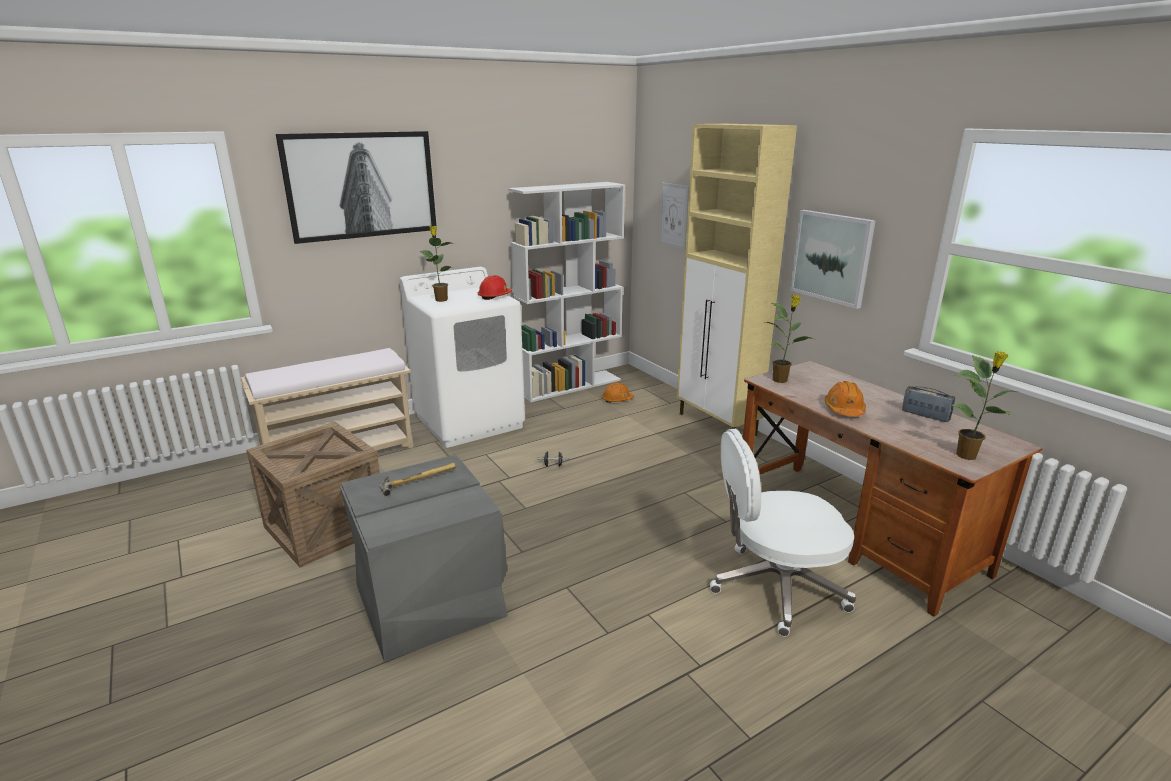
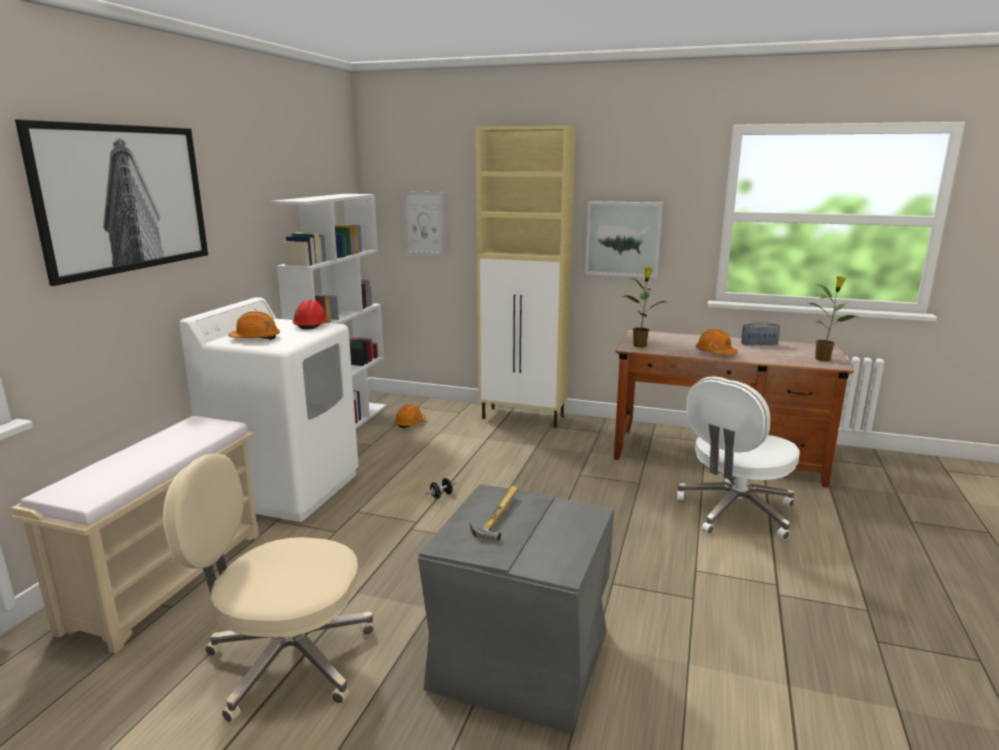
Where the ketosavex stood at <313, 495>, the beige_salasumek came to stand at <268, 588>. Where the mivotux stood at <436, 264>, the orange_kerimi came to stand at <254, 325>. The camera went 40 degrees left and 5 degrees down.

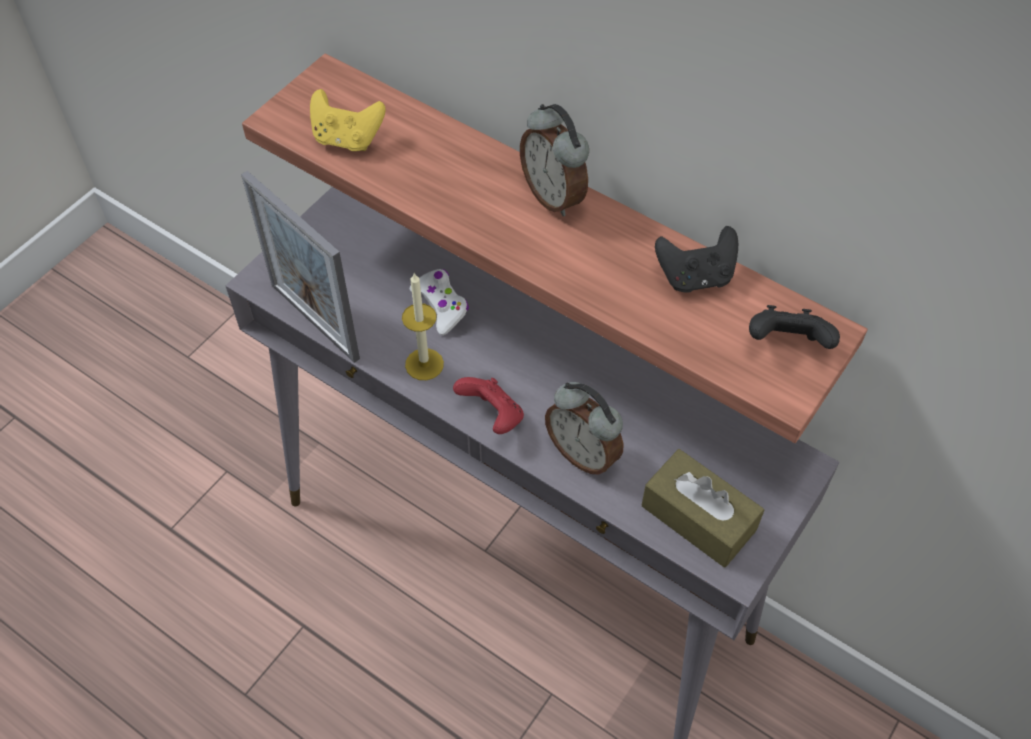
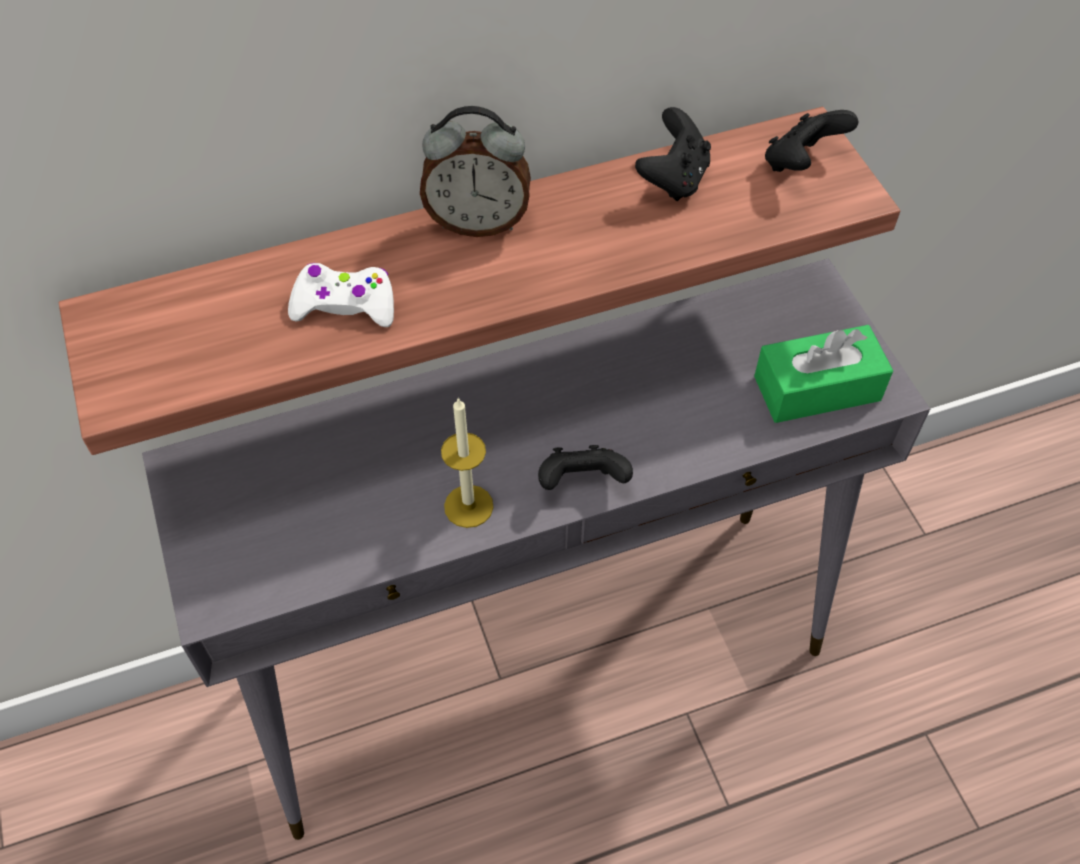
The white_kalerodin ended up elsewhere, having gone from <439, 302> to <341, 295>. What was the red_kalerodin at <488, 405> turned into the black_kalerodin at <585, 467>. What was the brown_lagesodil at <703, 508> turned into the green_lagesodil at <823, 374>. The second view lost the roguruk at <300, 267>. The second view lost the yellow_kalerodin at <348, 120>. The second view lost the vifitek at <584, 428>. The camera went 55 degrees left and 0 degrees up.

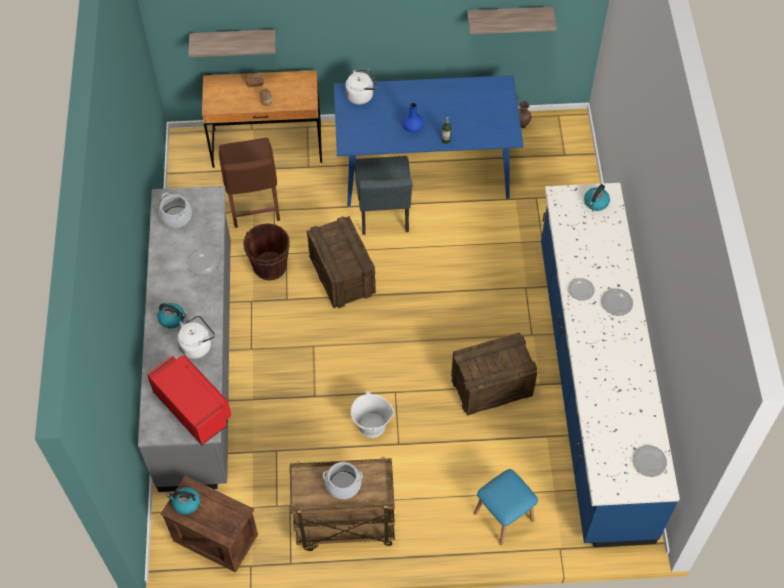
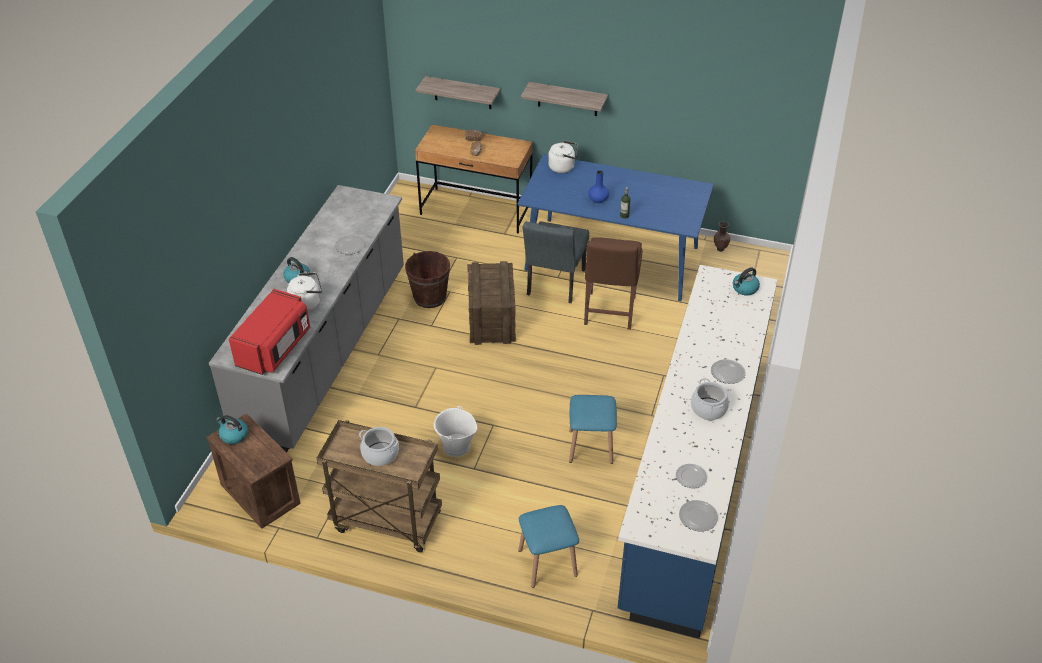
The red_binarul at <189, 400> ended up facing another way, 45 degrees clockwise from before. The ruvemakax ended up elsewhere, having gone from <512, 20> to <564, 99>. Where the ketosavex stood at <494, 374>, the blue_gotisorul came to stand at <593, 429>. The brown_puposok ended up elsewhere, having gone from <249, 183> to <613, 283>. The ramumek ended up elsewhere, having gone from <581, 289> to <691, 476>. The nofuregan ended up elsewhere, having gone from <175, 210> to <710, 399>. The camera went 20 degrees right and 15 degrees down.

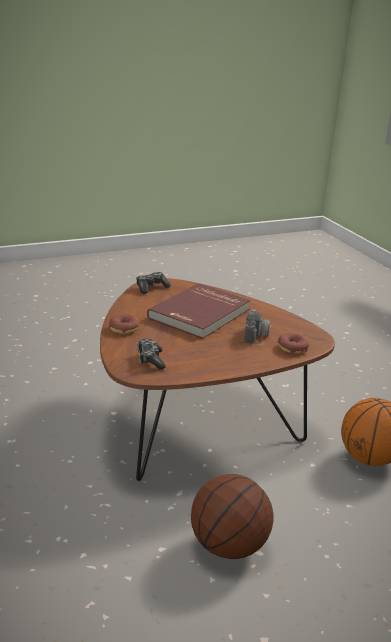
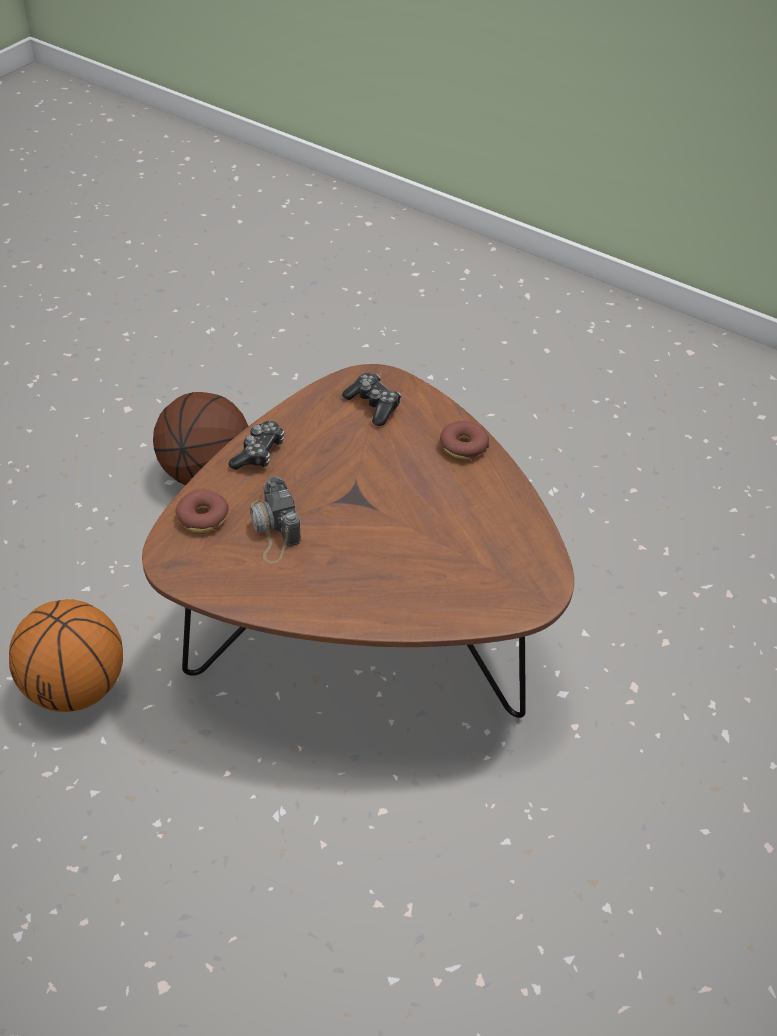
The kalerodin ended up elsewhere, having gone from <153, 283> to <256, 445>. The second view lost the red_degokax at <199, 311>. The camera went 150 degrees right and 20 degrees up.

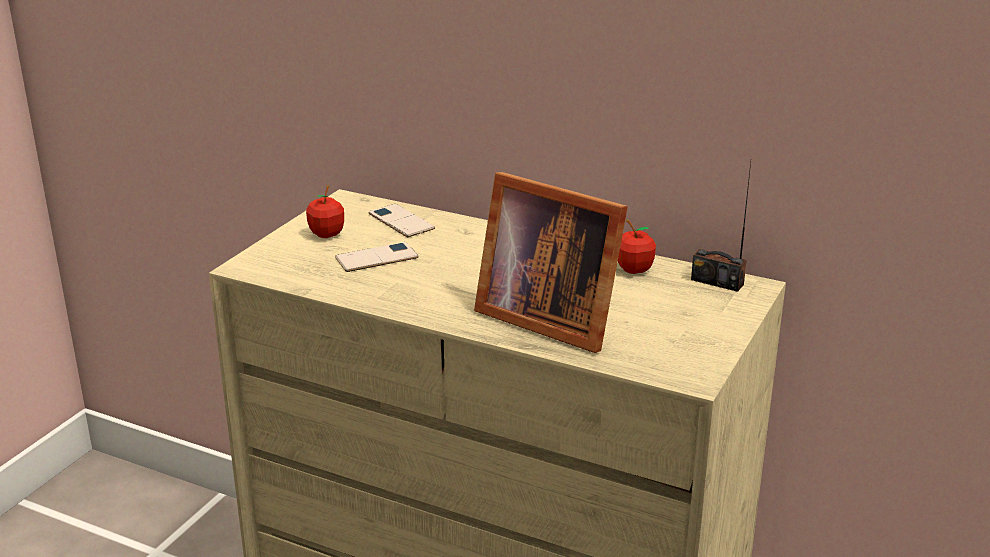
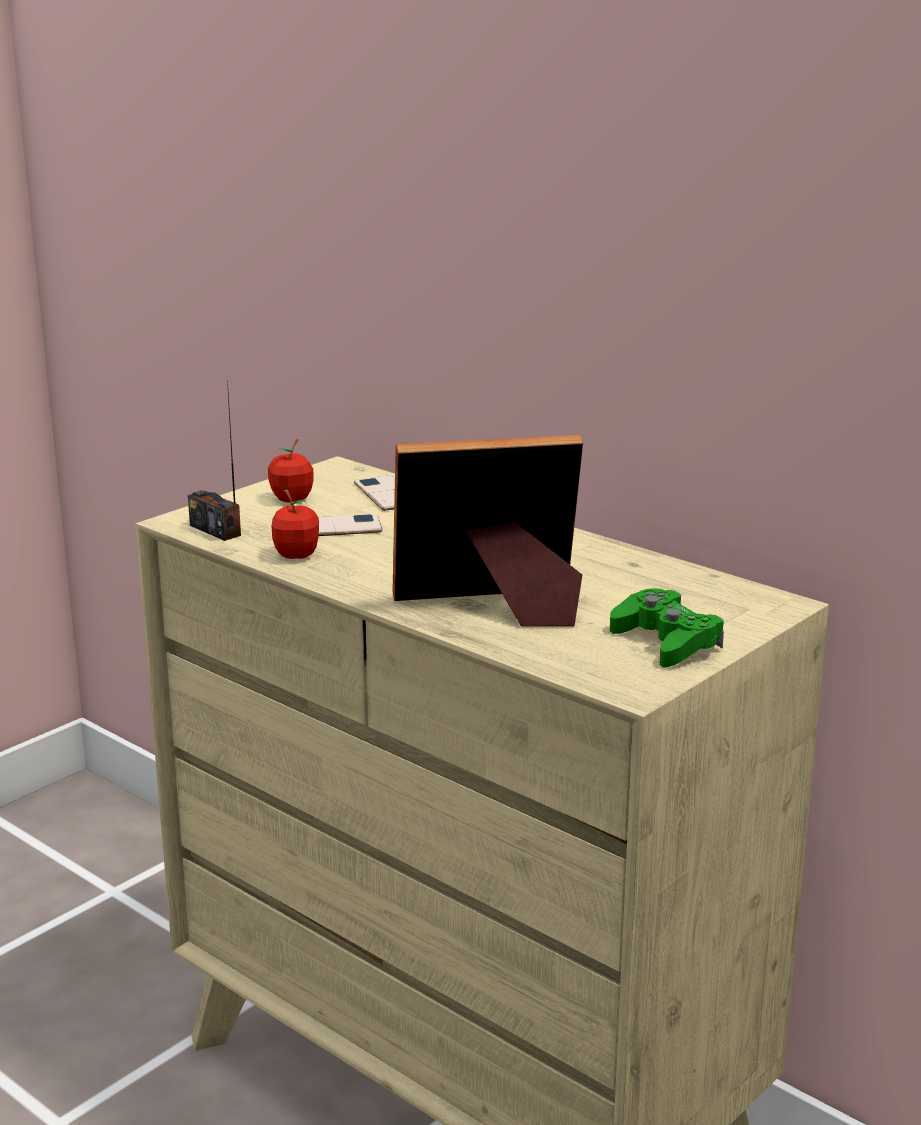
The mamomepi ended up elsewhere, having gone from <721, 227> to <214, 461>. The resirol ended up elsewhere, having gone from <637, 246> to <295, 524>. The roguruk at <551, 262> ended up facing another way, 120 degrees clockwise from before. The second view gained the green_kalerodin at <667, 627>. The camera went 15 degrees right and 5 degrees down.

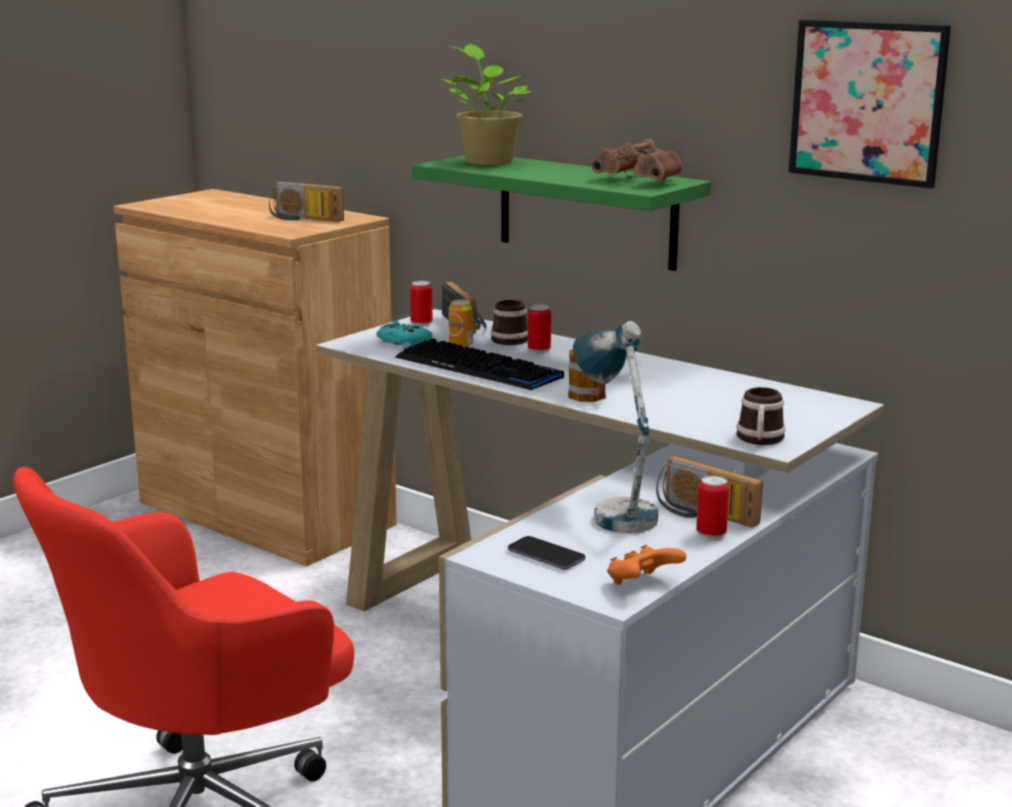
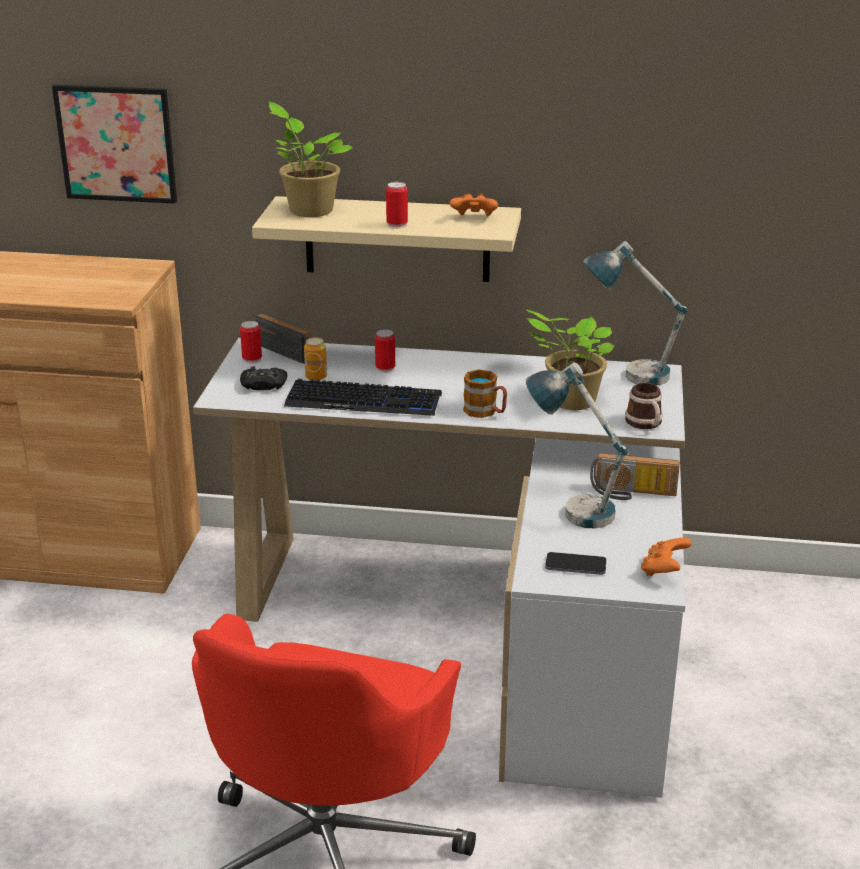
The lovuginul ended up elsewhere, having gone from <870, 104> to <114, 144>. What was the turquoise_kalerodin at <405, 332> turned into the black_kalerodin at <263, 378>. What was the green_ruvemakax at <561, 213> turned into the beige_ruvemakax at <386, 239>. The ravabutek ended up elsewhere, having gone from <713, 507> to <397, 205>. Where the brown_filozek stood at <637, 159>, the orange_kalerodin came to stand at <473, 205>. The second view gained the mivotux at <570, 360>. The second view gained the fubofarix at <635, 313>. The second view lost the mamomepi at <306, 202>. The second view lost the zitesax at <509, 322>. The camera went 30 degrees left and 10 degrees up.

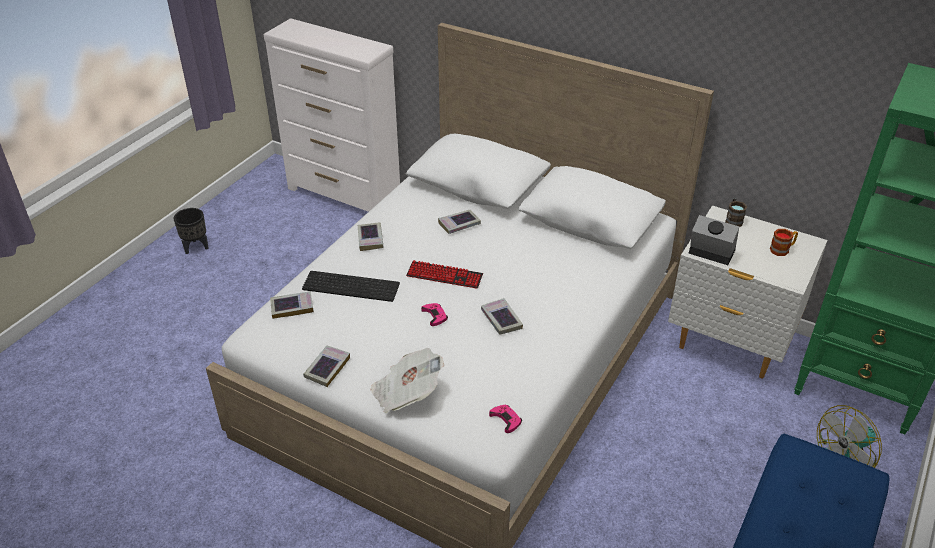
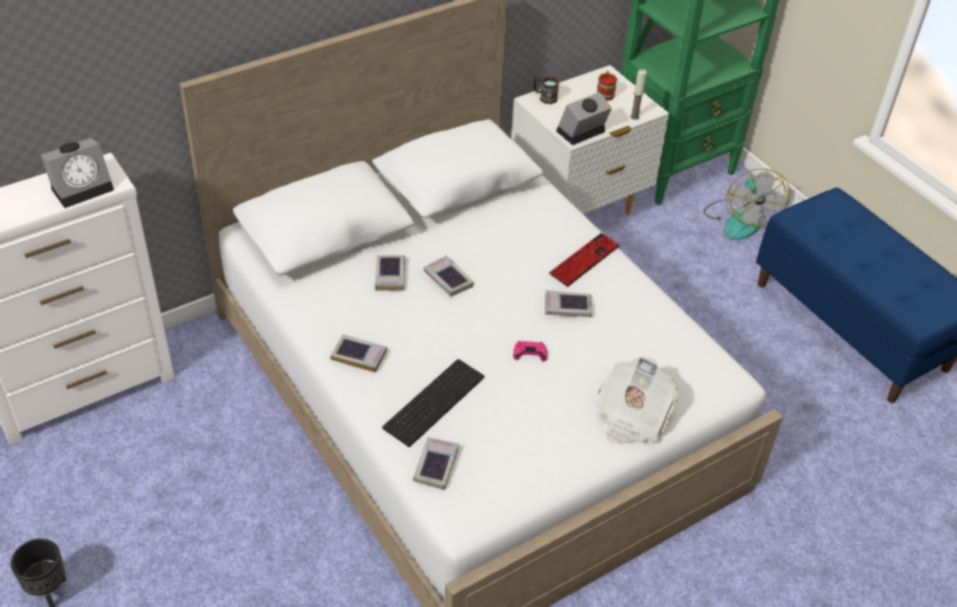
The second view gained the vifitek at <77, 173>. The degokax ended up elsewhere, having gone from <326, 366> to <448, 276>. The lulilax ended up elsewhere, having gone from <444, 274> to <584, 260>. The second view gained the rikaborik at <638, 94>. The second view lost the pink_kalerodin at <505, 418>. The camera went 65 degrees left and 5 degrees up.

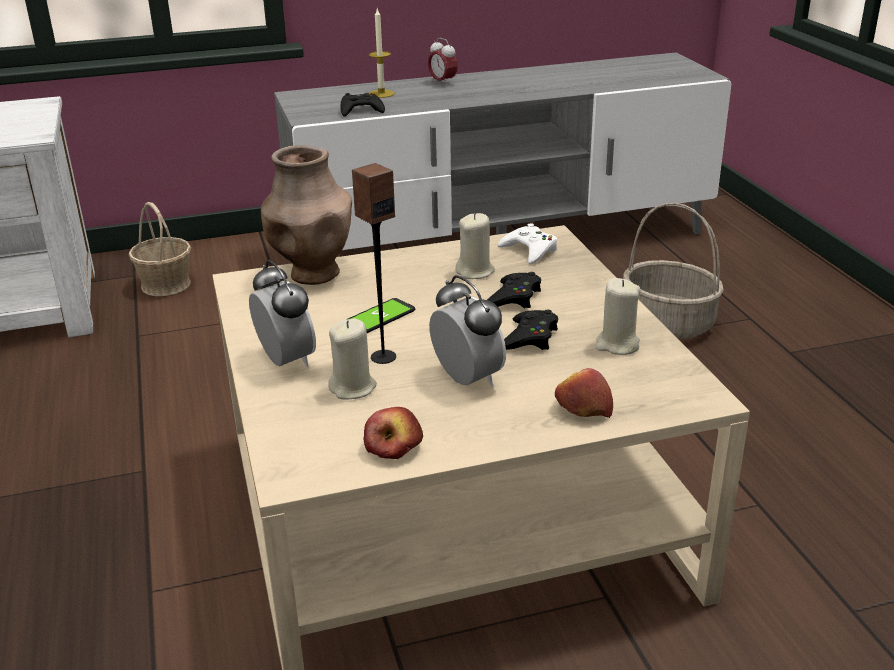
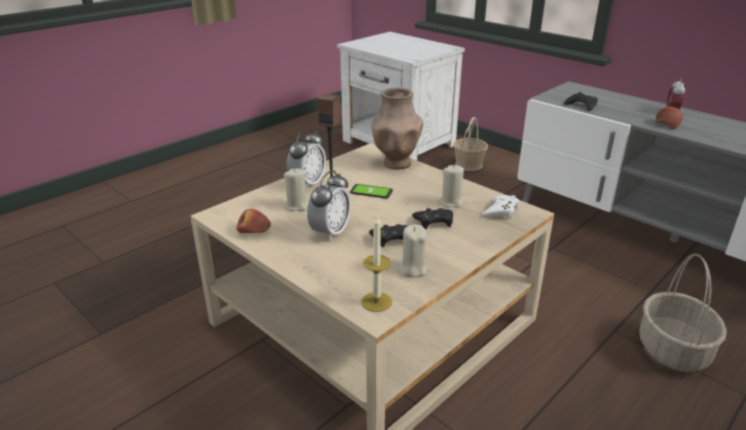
The rikaborik ended up elsewhere, having gone from <381, 53> to <376, 264>. The resirol ended up elsewhere, having gone from <584, 393> to <669, 117>. The camera went 60 degrees right and 0 degrees up.

